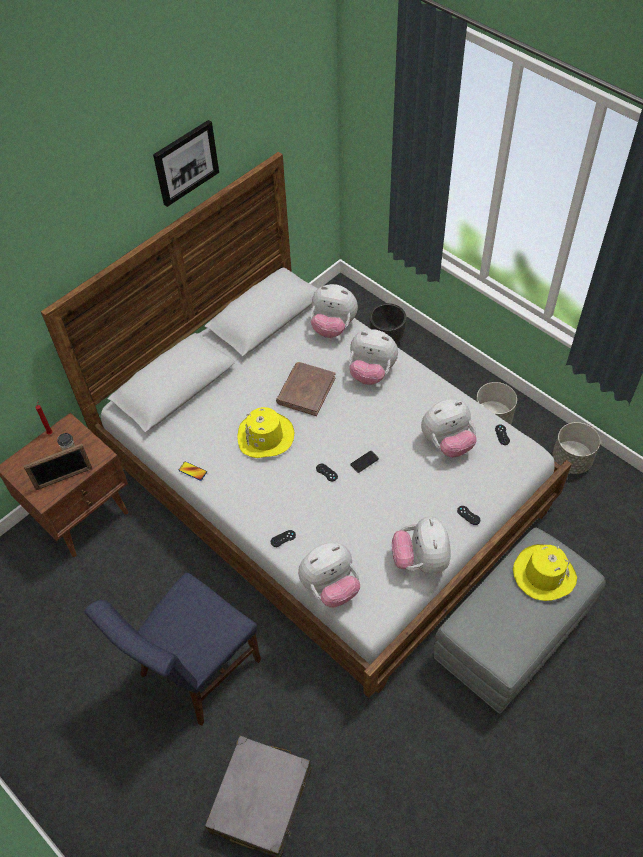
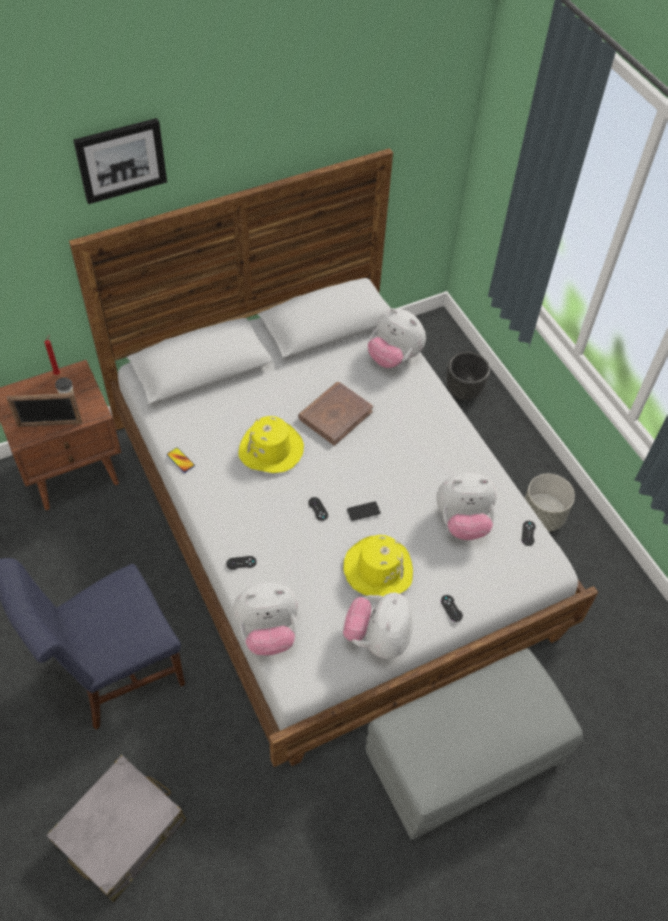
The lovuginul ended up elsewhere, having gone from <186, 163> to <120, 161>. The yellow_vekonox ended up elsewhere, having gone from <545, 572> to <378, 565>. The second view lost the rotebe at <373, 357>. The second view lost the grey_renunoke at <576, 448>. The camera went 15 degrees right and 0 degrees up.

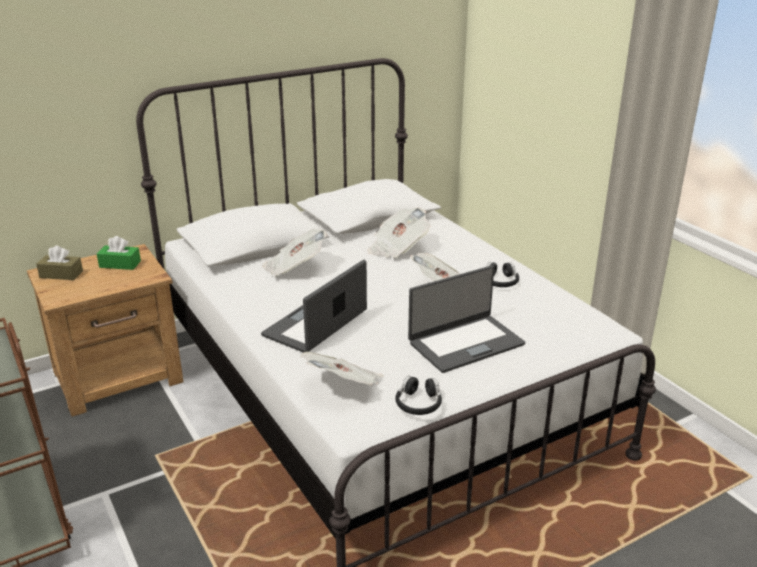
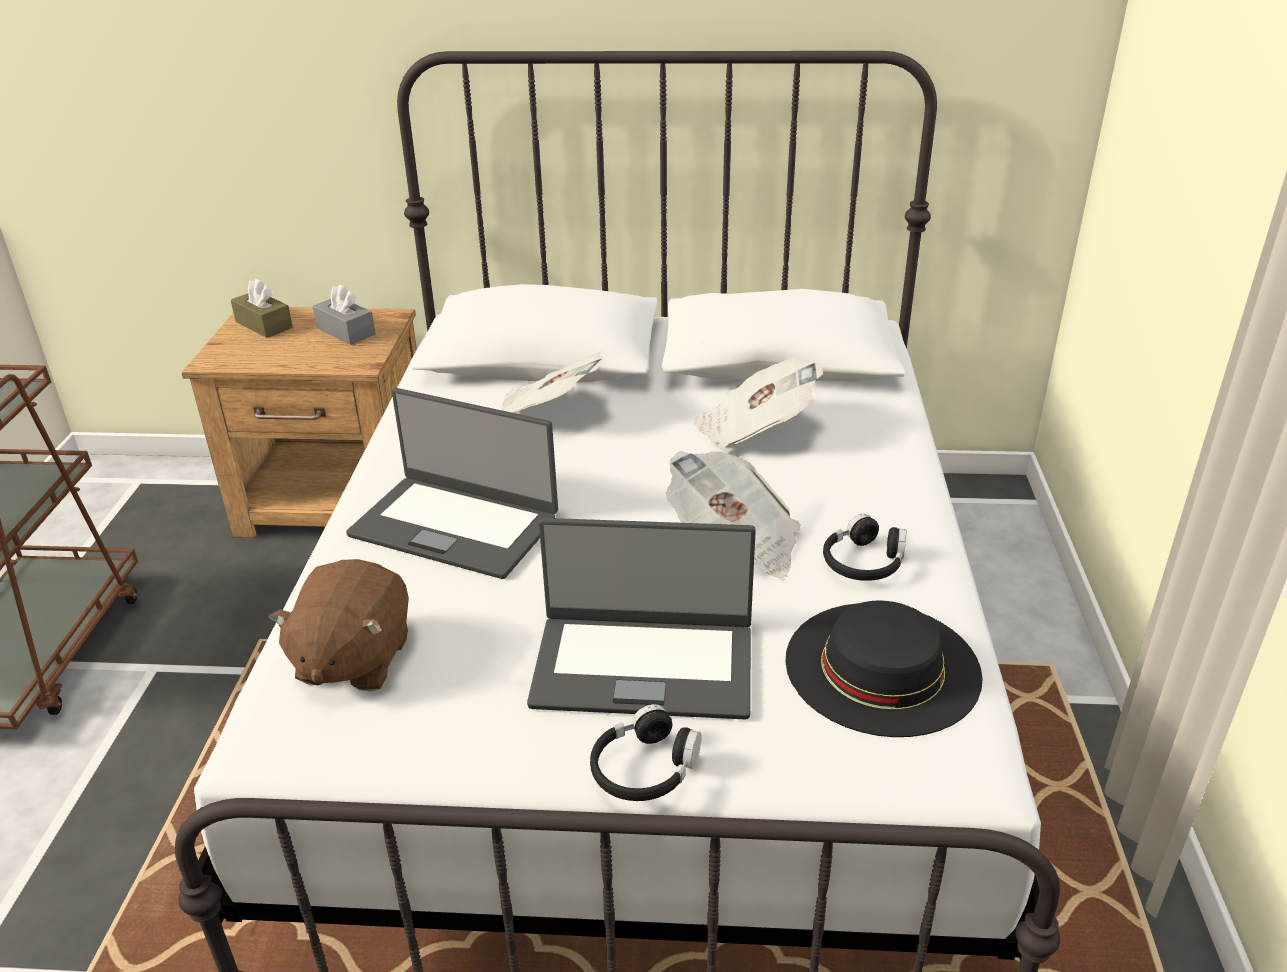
Where the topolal stood at <342, 368>, the brown_rotebe came to stand at <339, 625>. What was the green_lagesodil at <119, 253> turned into the grey_lagesodil at <344, 315>. The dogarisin at <314, 306> ended up facing another way, 135 degrees counterclockwise from before. The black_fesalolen ended up elsewhere, having gone from <418, 395> to <645, 752>. The second view gained the black_vekonox at <884, 669>. The camera went 35 degrees right and 5 degrees up.

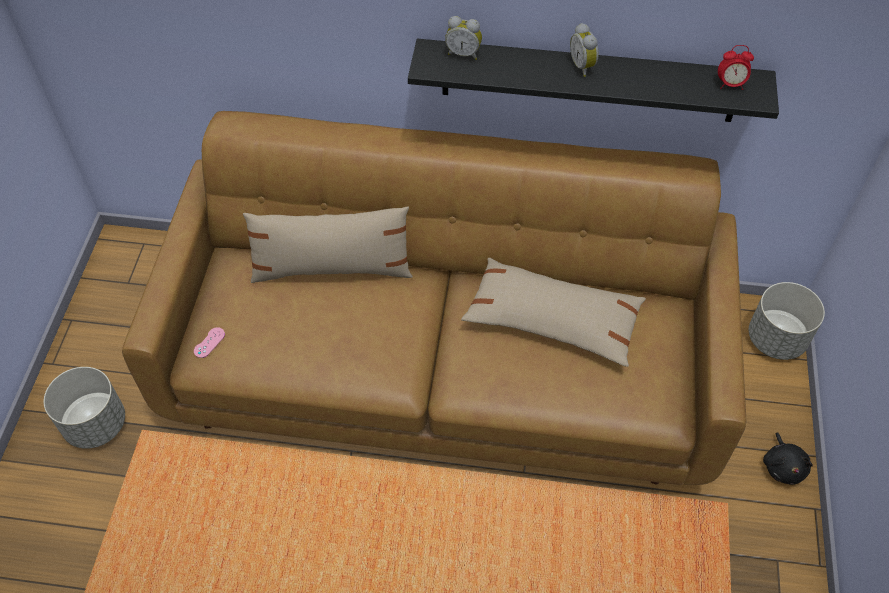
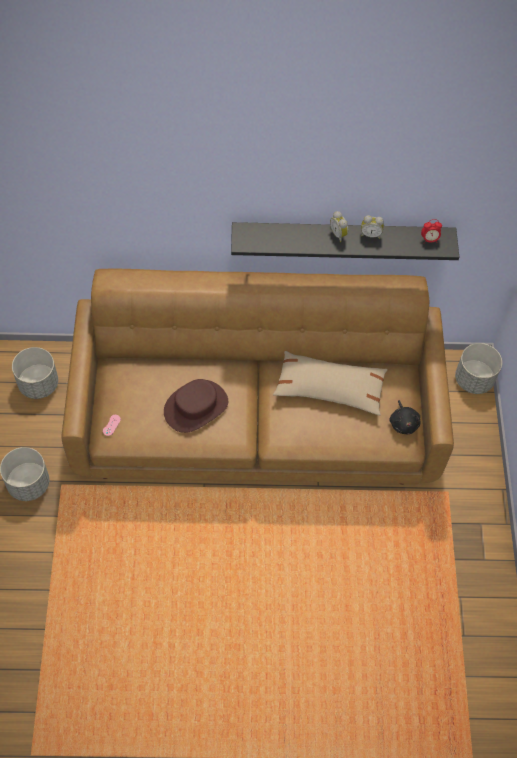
The second view gained the grey_renunoke at <35, 373>. The second view gained the brown_vekonox at <196, 406>. The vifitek ended up elsewhere, having gone from <463, 38> to <372, 227>. The black_rotebe ended up elsewhere, having gone from <788, 458> to <405, 417>. The second view lost the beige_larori at <328, 245>. The camera went 10 degrees left and 5 degrees up.

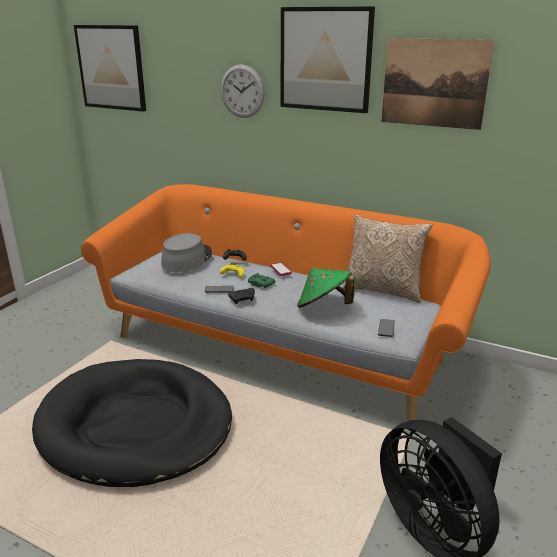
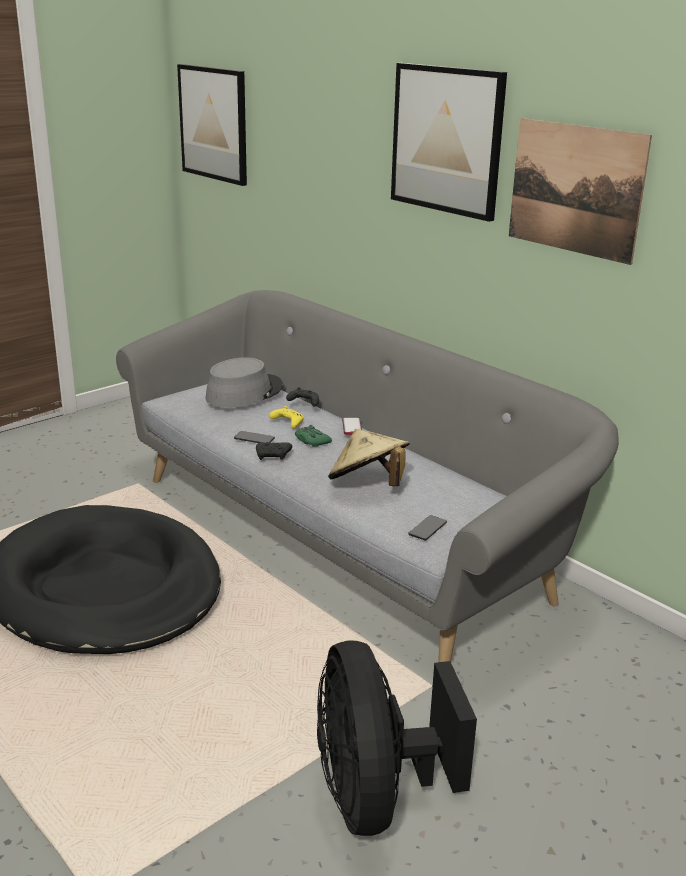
What was the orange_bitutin at <286, 302> turned into the grey_bitutin at <367, 476>. What was the green_vekonox at <326, 288> turned into the beige_vekonox at <369, 457>. The second view lost the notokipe at <243, 91>. The second view lost the larori at <387, 258>. The camera went 20 degrees right and 0 degrees up.

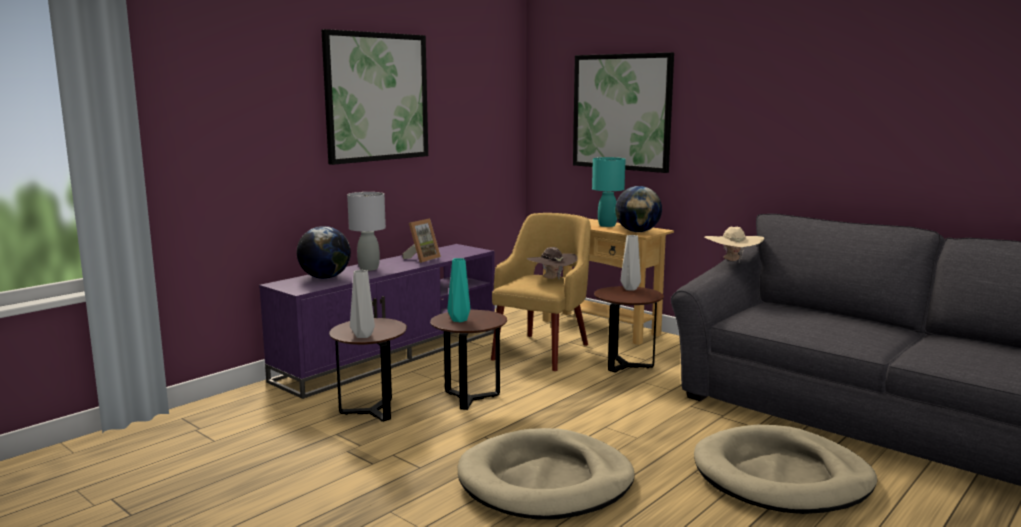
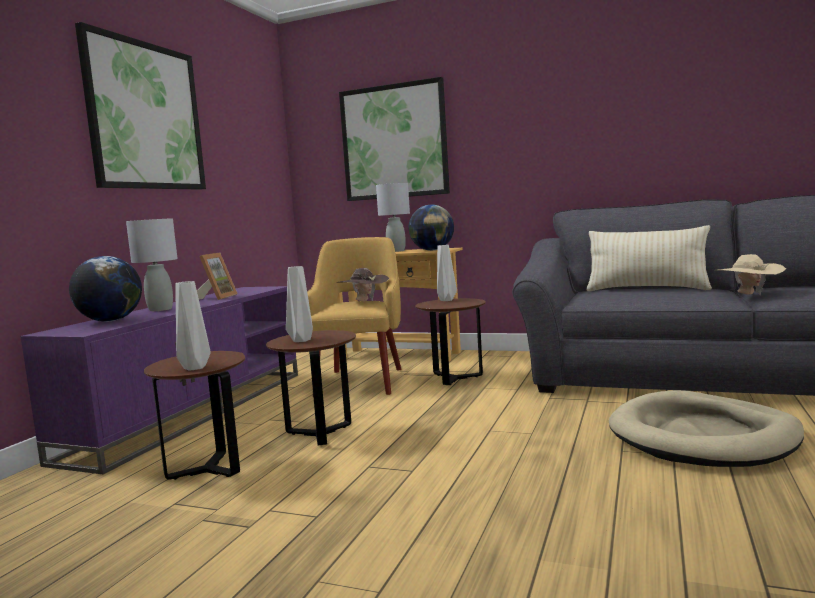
What was the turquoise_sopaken at <458, 290> turned into the grey_sopaken at <299, 304>. What was the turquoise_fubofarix at <609, 192> turned into the grey_fubofarix at <393, 217>. The second view gained the beige_larori at <649, 258>. The beige_vekonox ended up elsewhere, having gone from <734, 244> to <752, 275>. The second view lost the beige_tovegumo at <546, 474>. The camera went 20 degrees left and 5 degrees down.

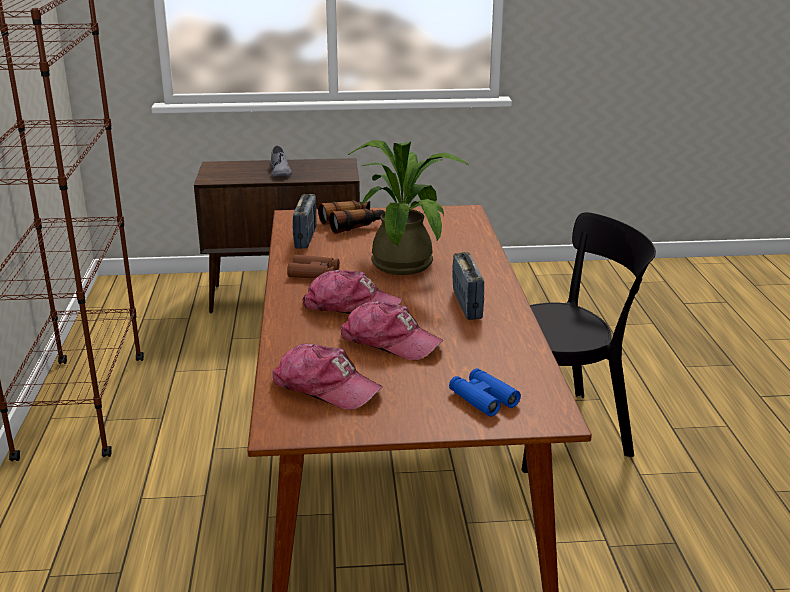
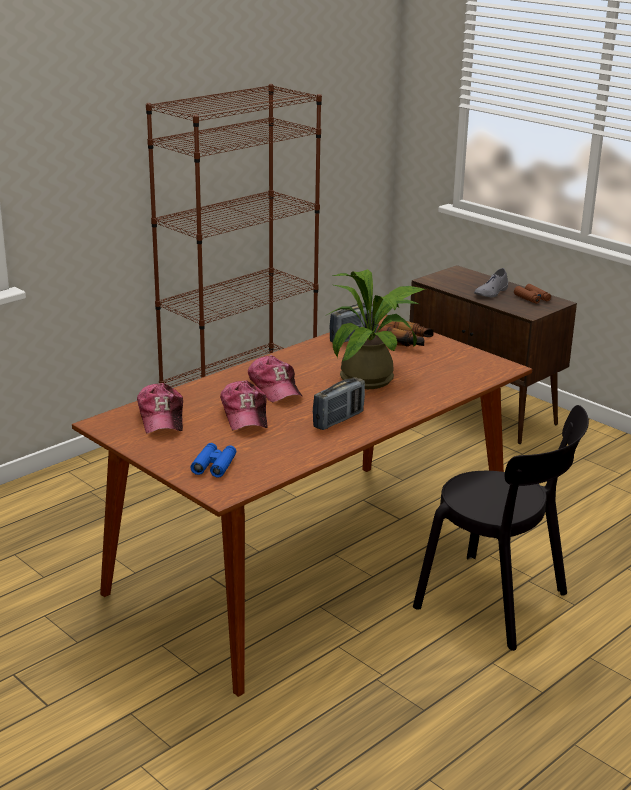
The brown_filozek ended up elsewhere, having gone from <313, 266> to <532, 294>. The camera went 50 degrees right and 0 degrees up.

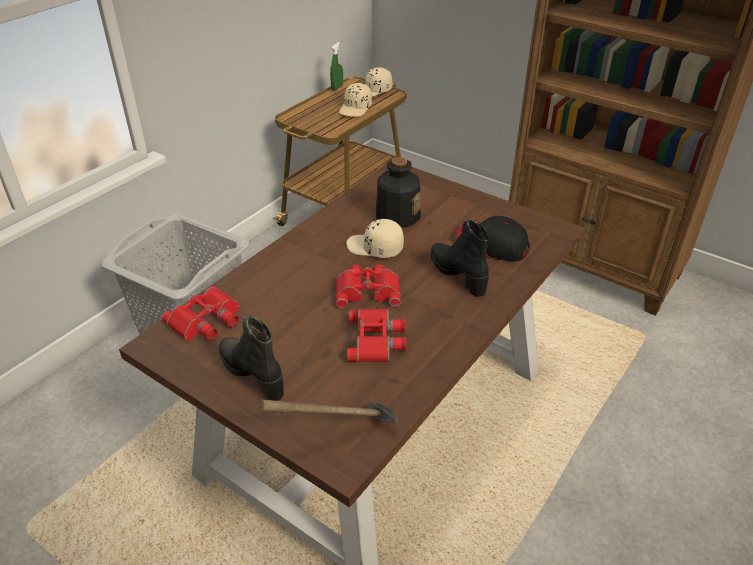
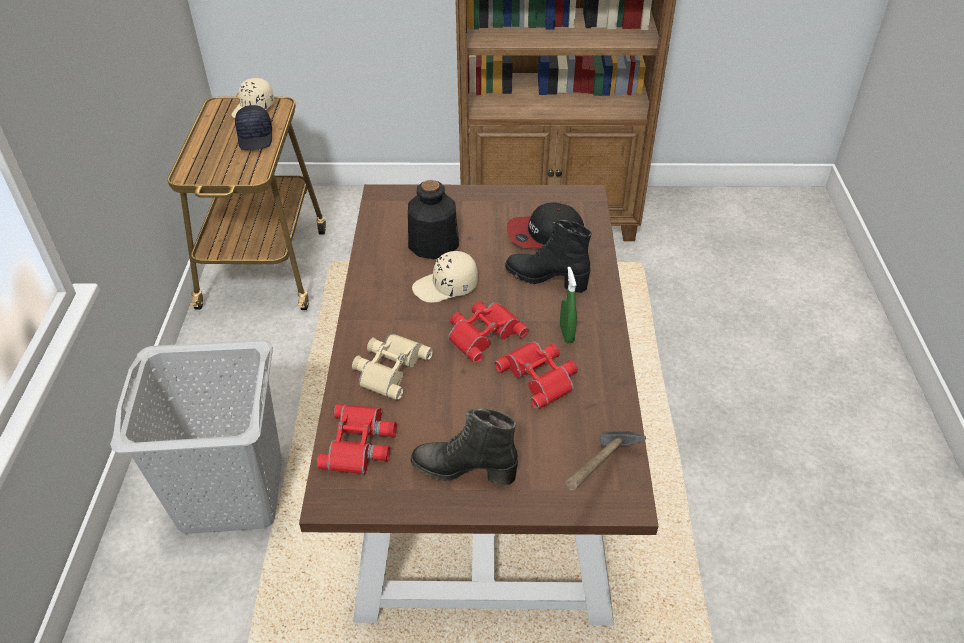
What was the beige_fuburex at <355, 100> turned into the black_fuburex at <253, 127>. The second view gained the beige_filozek at <392, 367>. The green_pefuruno ended up elsewhere, having gone from <336, 66> to <568, 305>. The camera went 35 degrees left and 5 degrees up.

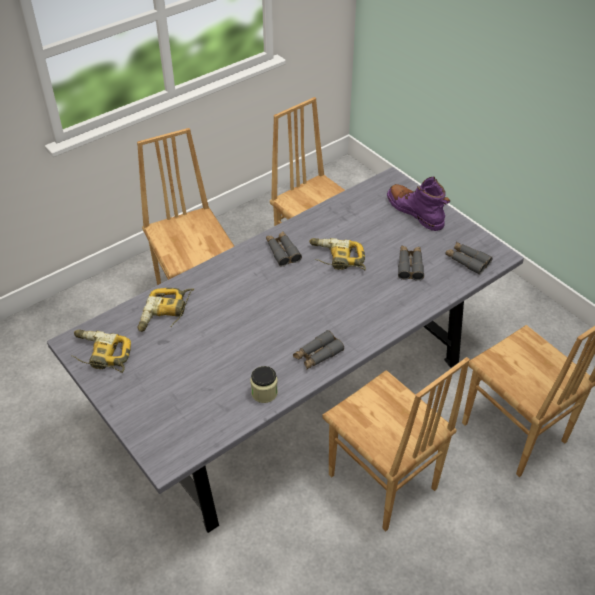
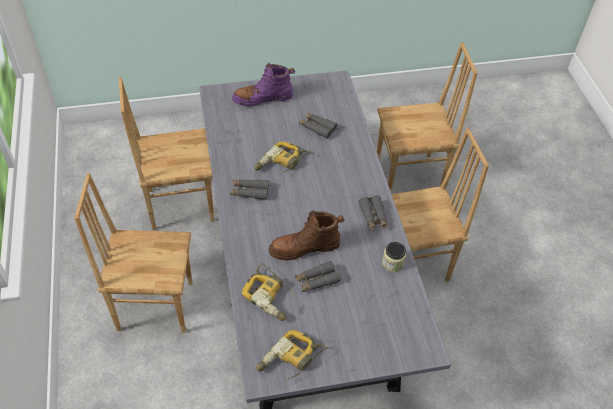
The second view gained the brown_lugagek at <306, 235>. The grey_filozek ended up elsewhere, having gone from <469, 258> to <318, 276>. The camera went 65 degrees left and 5 degrees up.

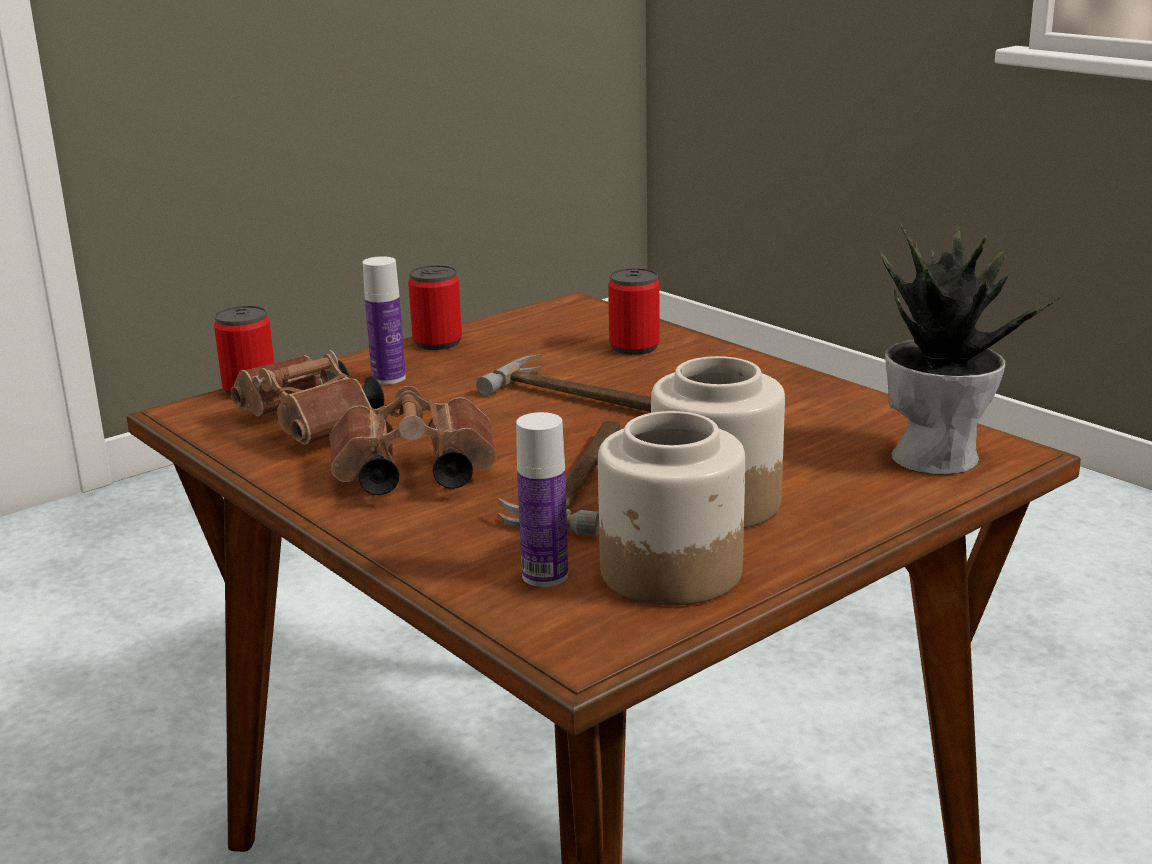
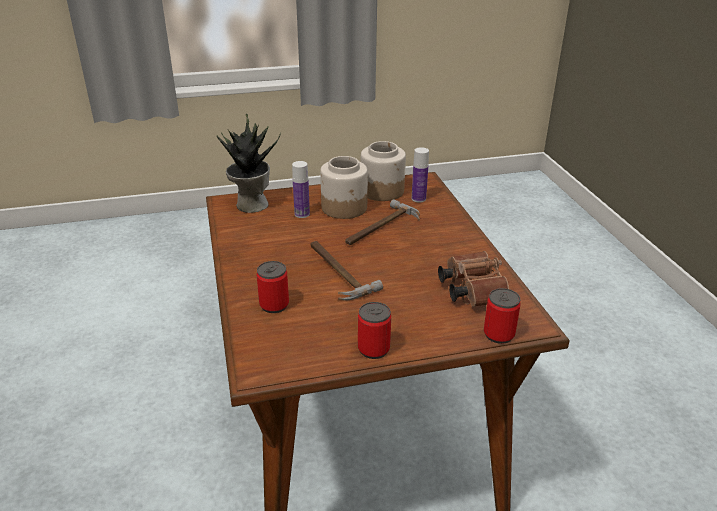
The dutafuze ended up elsewhere, having gone from <384, 320> to <301, 189>. The second view lost the brown_filozek at <413, 440>. The camera went 155 degrees left and 10 degrees up.

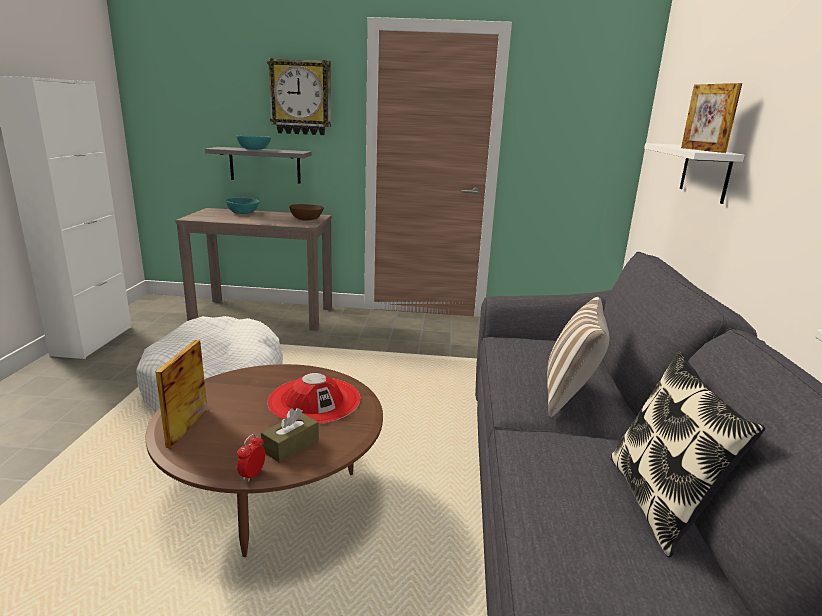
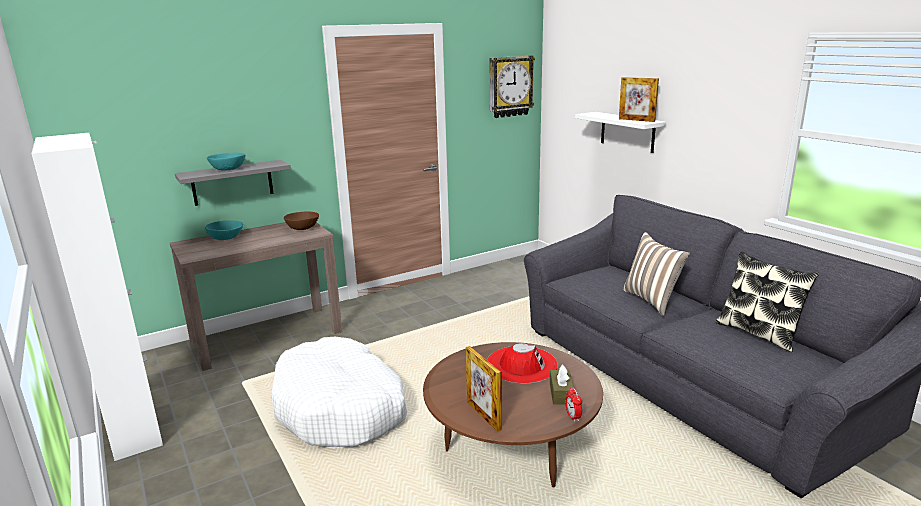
The notokipe ended up elsewhere, having gone from <299, 96> to <512, 86>. The camera went 35 degrees left and 0 degrees up.

